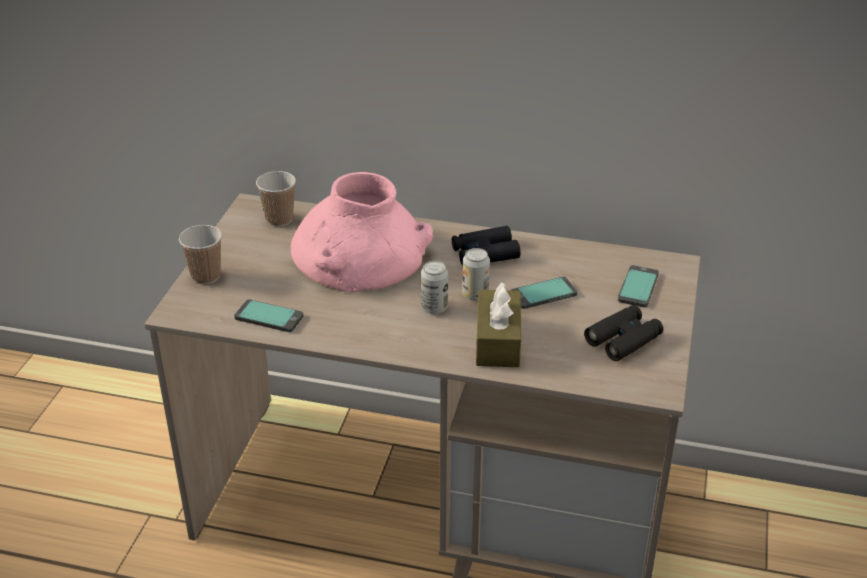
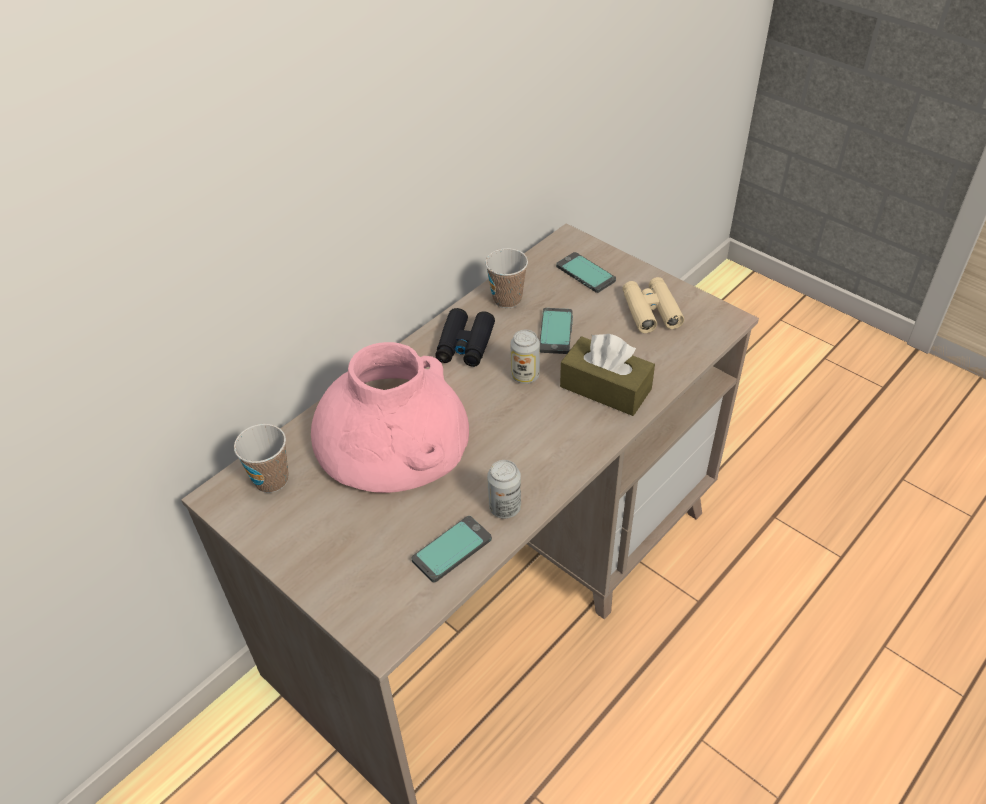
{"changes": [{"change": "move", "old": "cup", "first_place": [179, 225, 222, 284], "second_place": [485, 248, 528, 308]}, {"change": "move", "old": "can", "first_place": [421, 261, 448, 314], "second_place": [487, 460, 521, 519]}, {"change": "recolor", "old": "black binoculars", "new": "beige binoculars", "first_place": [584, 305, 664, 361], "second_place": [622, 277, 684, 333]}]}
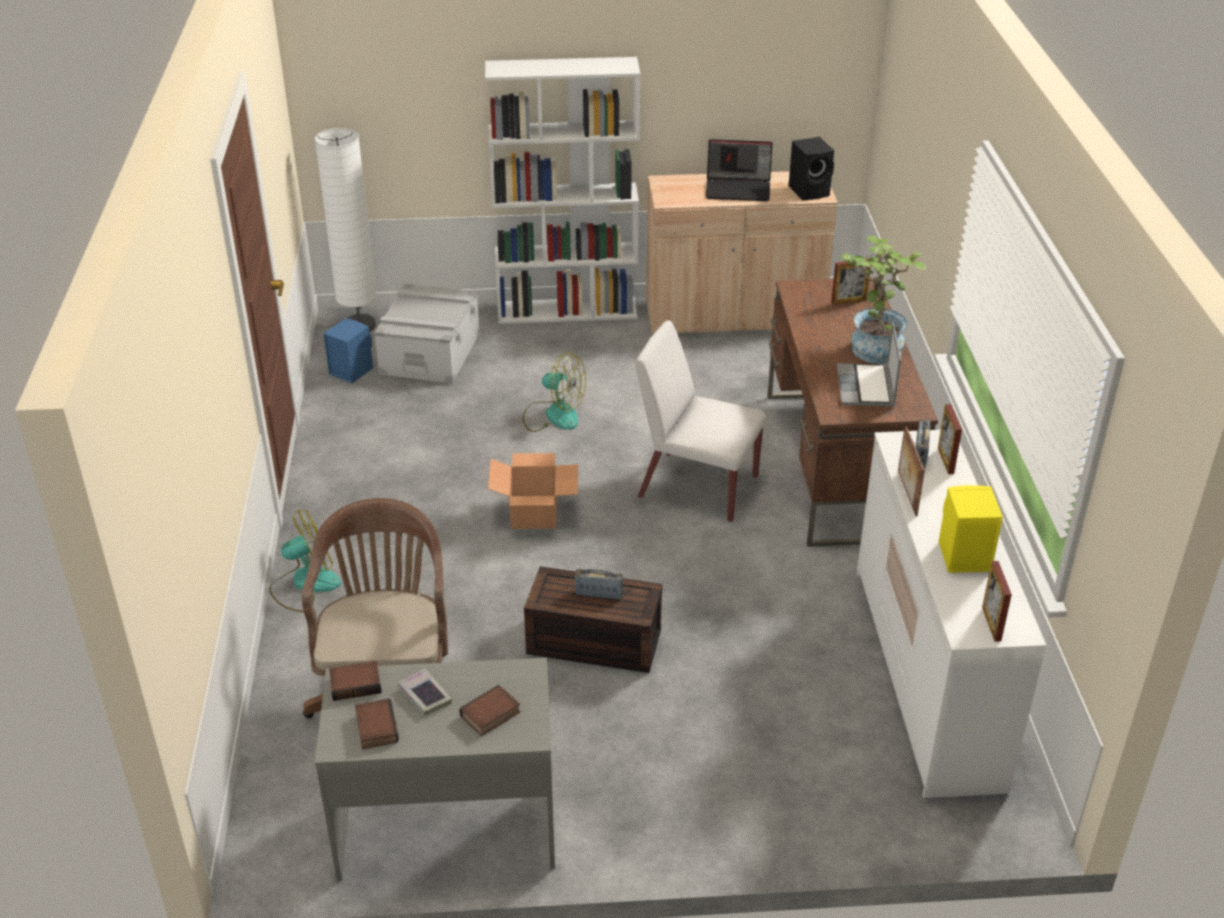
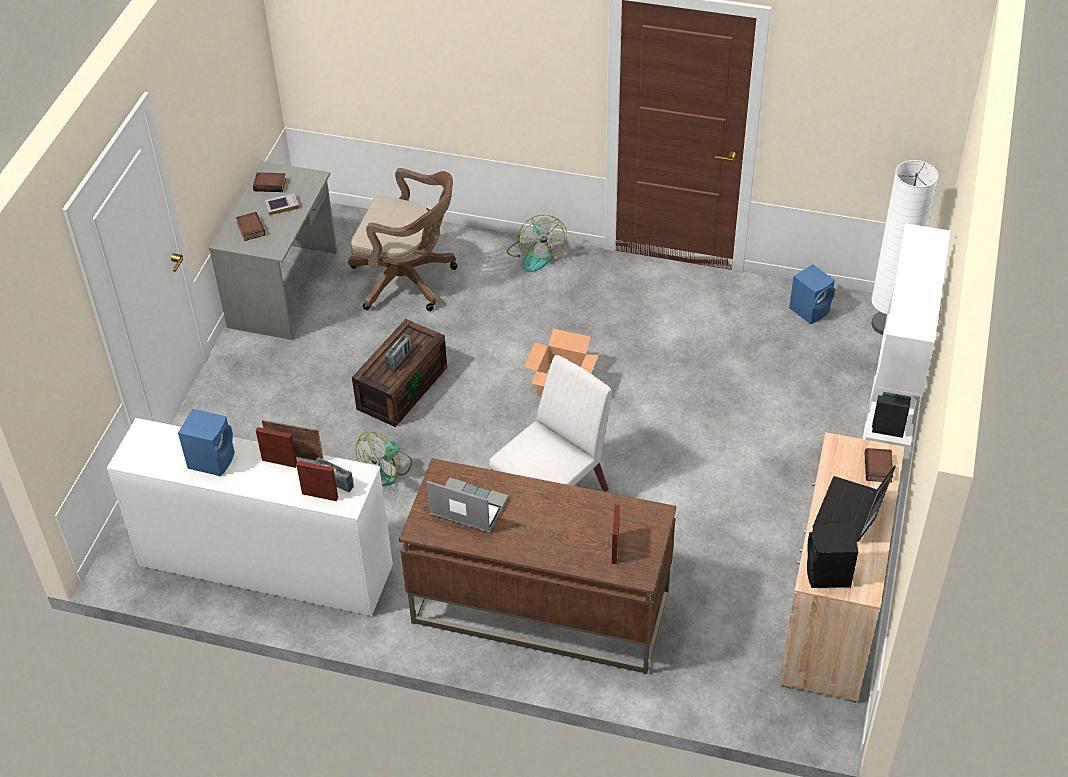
{"changes": [{"change": "delete", "old": "grey storage box", "first_place": [374, 284, 480, 384]}, {"change": "delete", "old": "potted plant", "first_place": [838, 235, 926, 364]}, {"change": "move", "old": "book", "first_place": [329, 661, 382, 701], "second_place": [865, 448, 893, 483]}, {"change": "move", "old": "fan", "first_place": [523, 352, 586, 432], "second_place": [356, 432, 412, 487]}, {"change": "move", "old": "picture frame", "first_place": [982, 561, 1012, 642], "second_place": [256, 427, 297, 468]}, {"change": "recolor", "old": "yellow speaker", "new": "blue speaker", "first_place": [938, 485, 1003, 573], "second_place": [178, 409, 235, 476]}]}
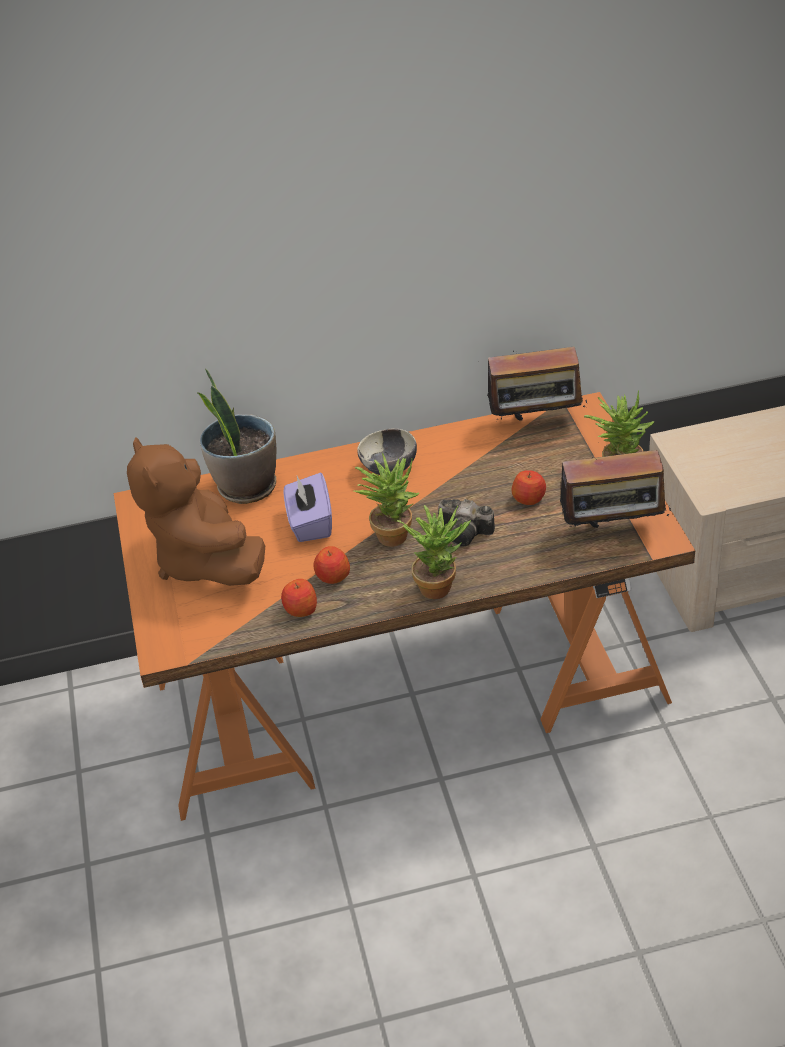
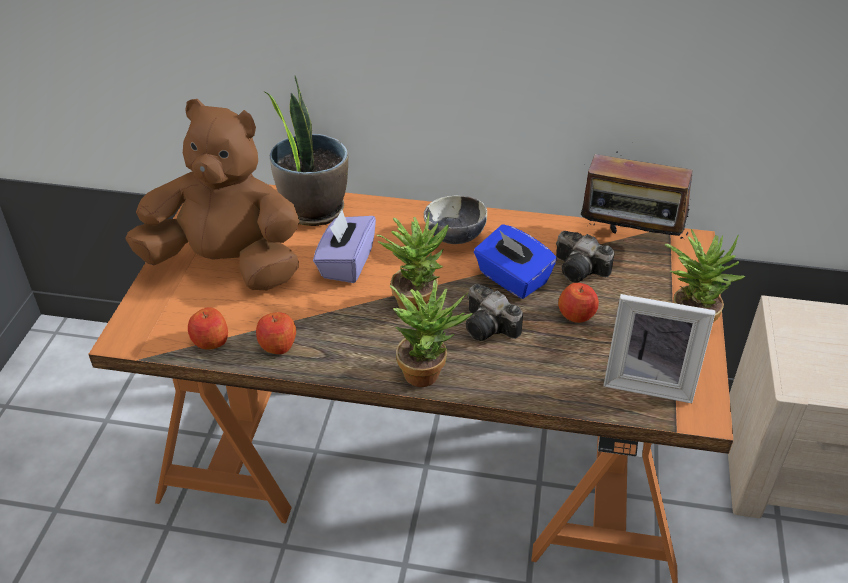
{"changes": [{"change": "insert", "new": "blue tissue box", "second_place": [474, 225, 557, 299]}, {"change": "insert", "new": "photo camera", "second_place": [556, 231, 614, 282]}, {"change": "move", "old": "apple", "first_place": [314, 546, 350, 584], "second_place": [188, 307, 228, 350]}, {"change": "replace", "old": "radio", "new": "picture frame", "first_place": [551, 450, 671, 528], "second_place": [604, 294, 715, 403]}, {"change": "rotate", "old": "brown plush toy", "first_place": [127, 437, 265, 586], "second_place": [125, 99, 299, 290], "degrees": 105}]}
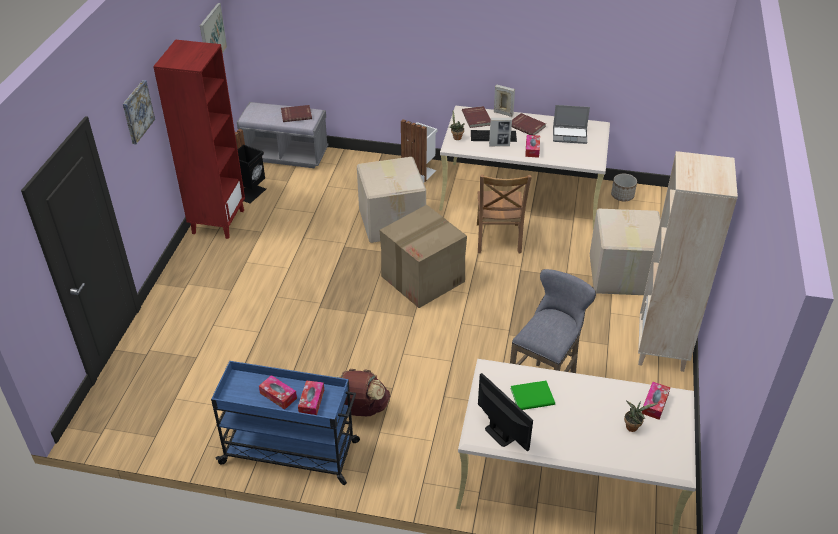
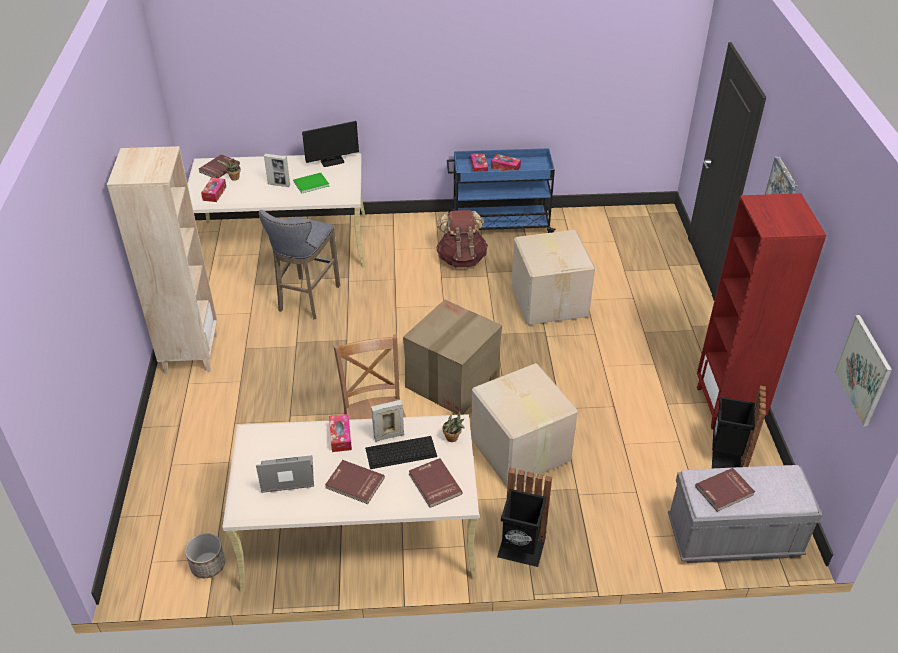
{"changes": [{"change": "insert", "new": "red book", "second_place": [199, 154, 240, 178]}, {"change": "move", "old": "picture frame", "first_place": [494, 85, 515, 117], "second_place": [264, 154, 290, 187]}, {"change": "move", "old": "cardboard box", "first_place": [590, 209, 661, 295], "second_place": [511, 230, 595, 325]}, {"change": "recolor", "old": "white trash can", "new": "black trash can", "first_place": [401, 119, 438, 183], "second_place": [497, 468, 552, 567]}, {"change": "rotate", "old": "monitor", "first_place": [478, 373, 533, 451], "second_place": [302, 121, 359, 167], "degrees": -60}]}
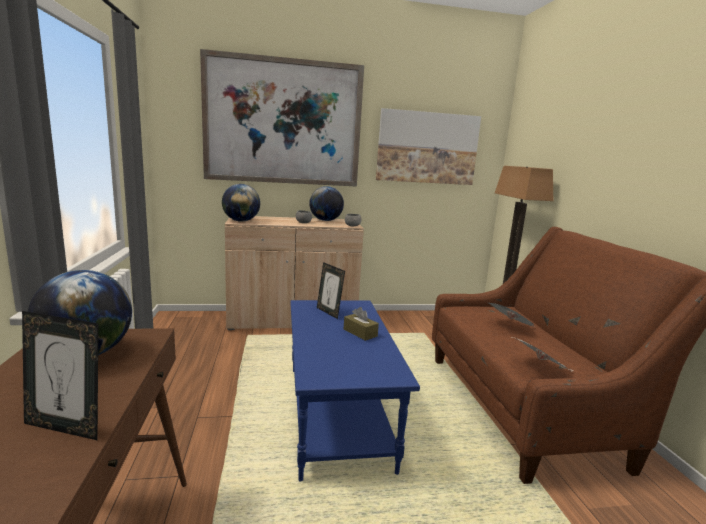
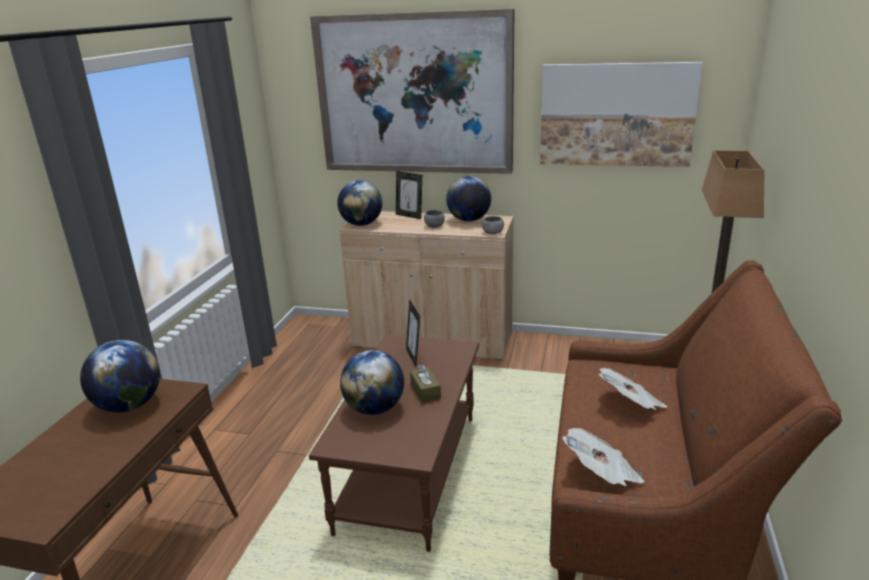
{"changes": [{"change": "insert", "new": "globe", "second_place": [340, 350, 404, 415]}, {"change": "move", "old": "picture frame", "first_place": [22, 311, 98, 440], "second_place": [396, 171, 422, 219]}, {"change": "recolor", "old": "blue coffee table", "new": "brown coffee table", "first_place": [290, 300, 420, 482], "second_place": [309, 334, 479, 552]}]}
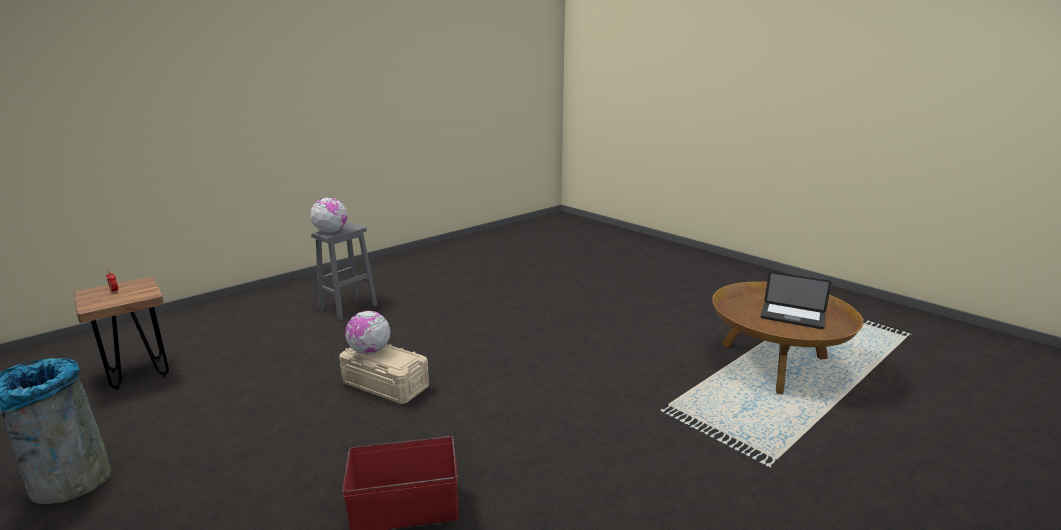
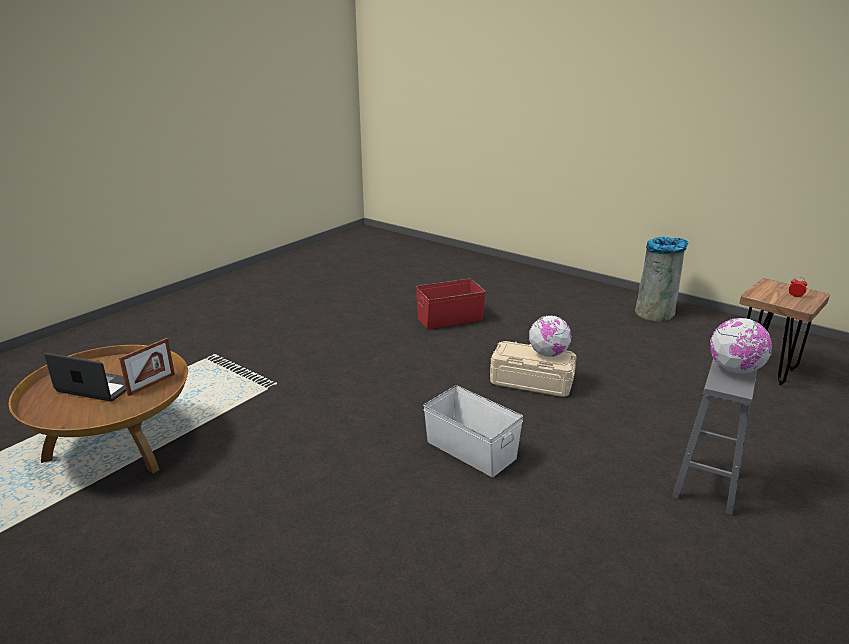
{"changes": [{"change": "insert", "new": "picture frame", "second_place": [119, 338, 175, 396]}, {"change": "insert", "new": "white storage box", "second_place": [423, 385, 523, 477]}]}
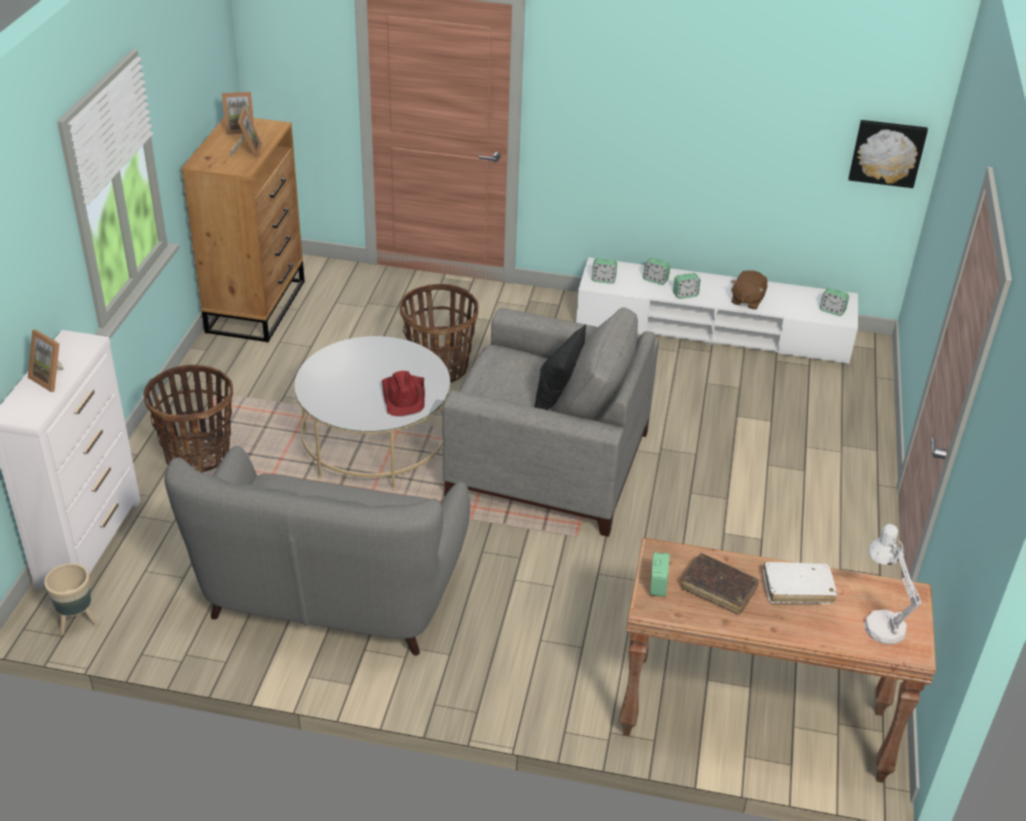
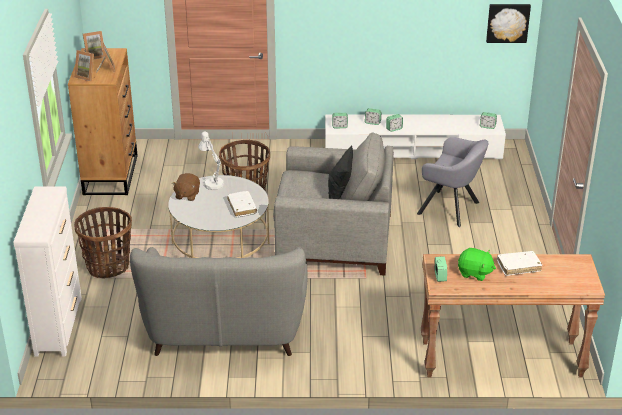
{"changes": [{"change": "delete", "old": "beige planter", "first_place": [44, 563, 98, 635]}, {"change": "insert", "new": "grey armchair", "second_place": [417, 137, 489, 227]}, {"change": "move", "old": "picture frame", "first_place": [28, 330, 64, 392], "second_place": [74, 50, 94, 81]}, {"change": "move", "old": "brown plush toy", "first_place": [731, 270, 768, 309], "second_place": [172, 173, 200, 201]}, {"change": "move", "old": "white table lamp", "first_place": [864, 524, 921, 645], "second_place": [198, 131, 224, 190]}, {"change": "replace", "old": "red hat", "new": "white book", "first_place": [382, 371, 425, 416], "second_place": [227, 191, 257, 217]}, {"change": "replace", "old": "brown book", "new": "green plush toy", "first_place": [681, 553, 759, 614], "second_place": [458, 248, 496, 281]}]}
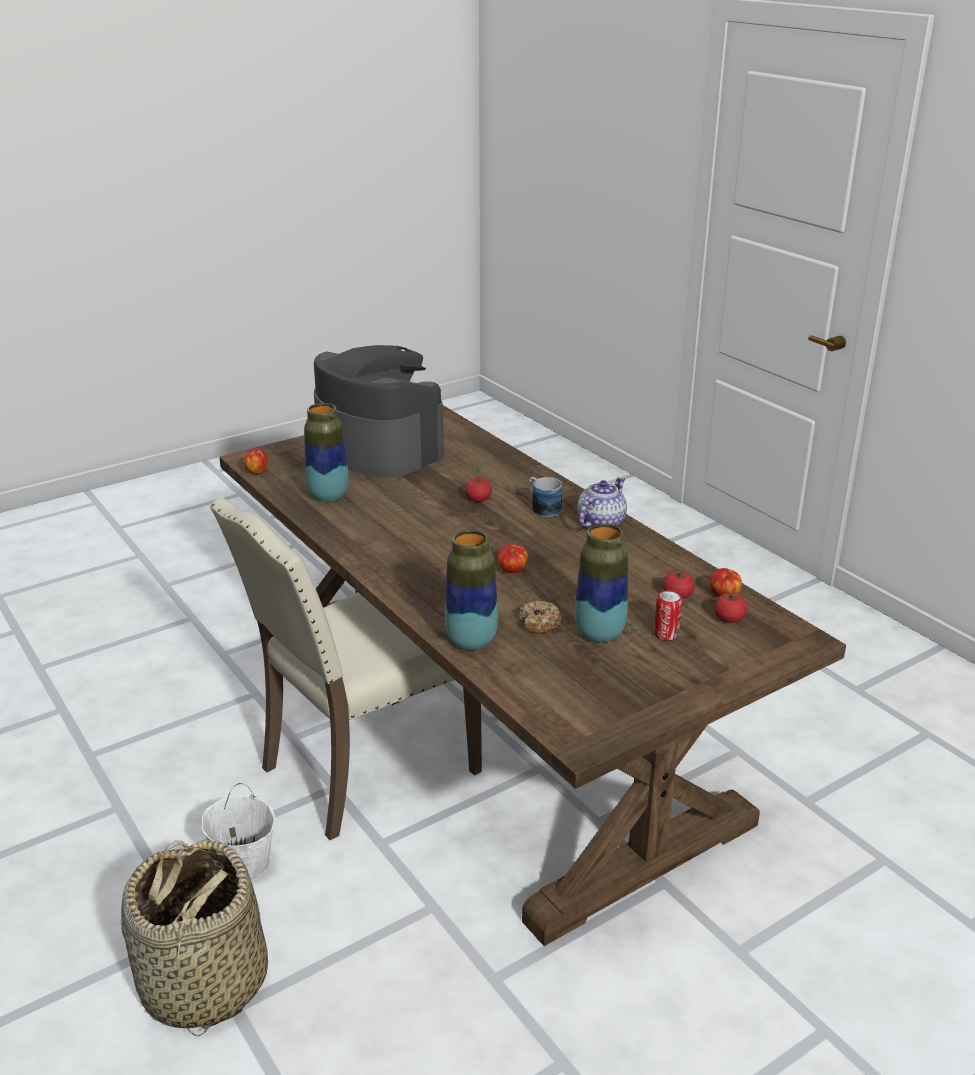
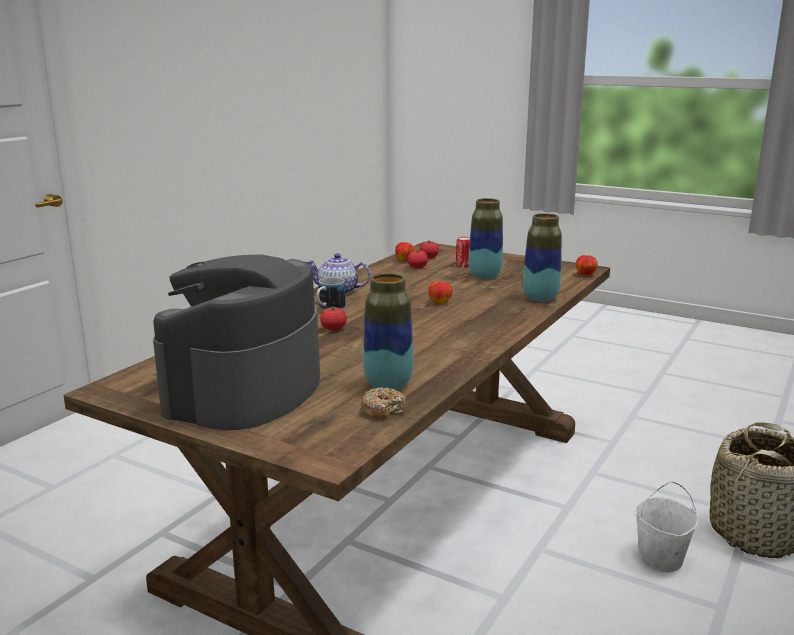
{"changes": [{"change": "delete", "old": "beige chair", "first_place": [210, 498, 482, 840]}, {"change": "move", "old": "apple", "first_place": [243, 449, 268, 474], "second_place": [576, 255, 598, 275]}, {"change": "move", "old": "donut", "first_place": [519, 601, 561, 634], "second_place": [361, 387, 407, 420]}]}
